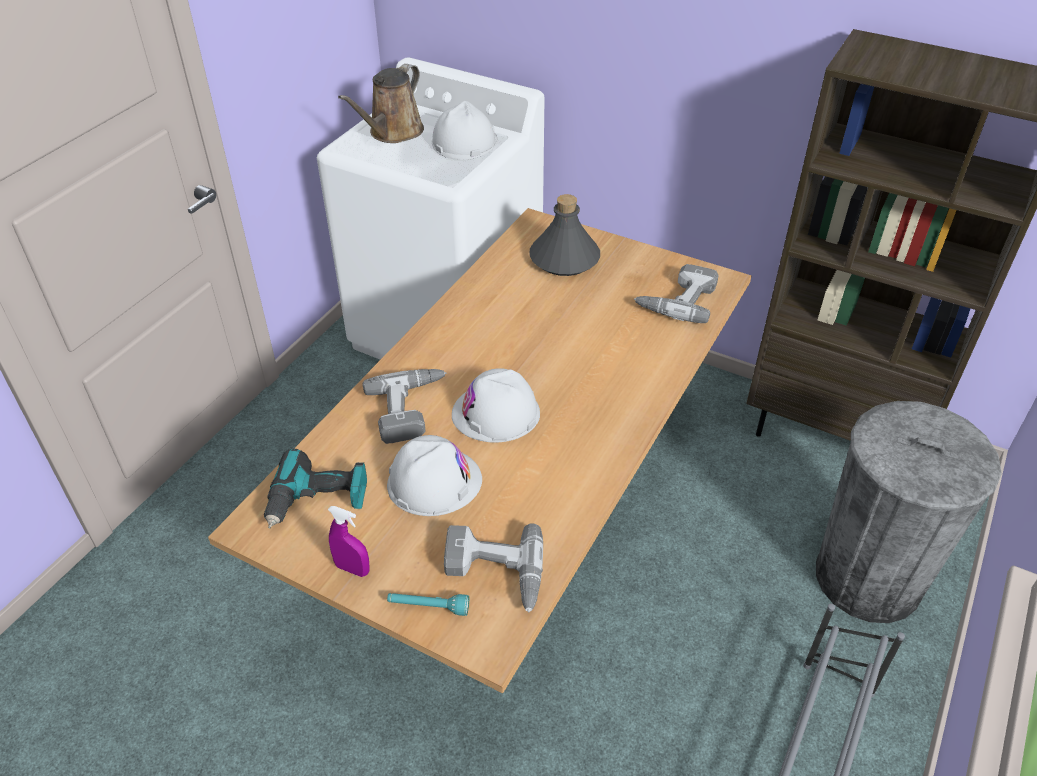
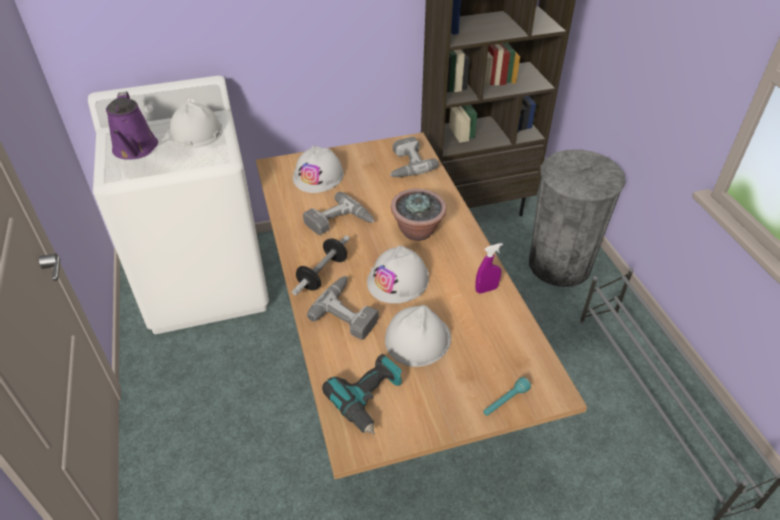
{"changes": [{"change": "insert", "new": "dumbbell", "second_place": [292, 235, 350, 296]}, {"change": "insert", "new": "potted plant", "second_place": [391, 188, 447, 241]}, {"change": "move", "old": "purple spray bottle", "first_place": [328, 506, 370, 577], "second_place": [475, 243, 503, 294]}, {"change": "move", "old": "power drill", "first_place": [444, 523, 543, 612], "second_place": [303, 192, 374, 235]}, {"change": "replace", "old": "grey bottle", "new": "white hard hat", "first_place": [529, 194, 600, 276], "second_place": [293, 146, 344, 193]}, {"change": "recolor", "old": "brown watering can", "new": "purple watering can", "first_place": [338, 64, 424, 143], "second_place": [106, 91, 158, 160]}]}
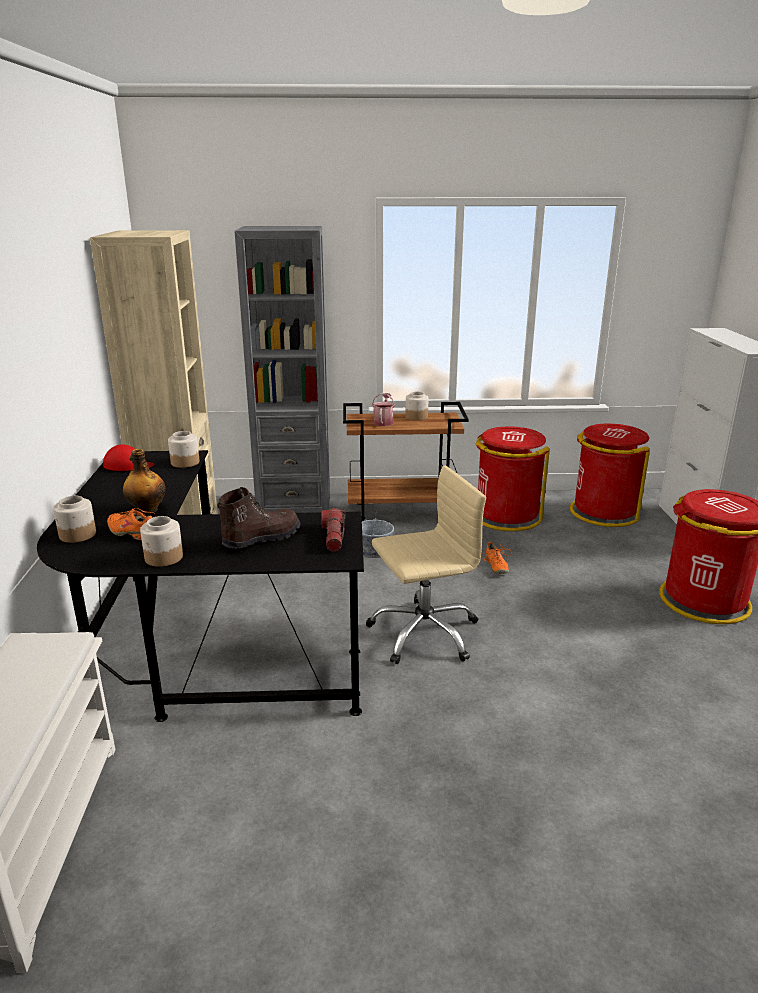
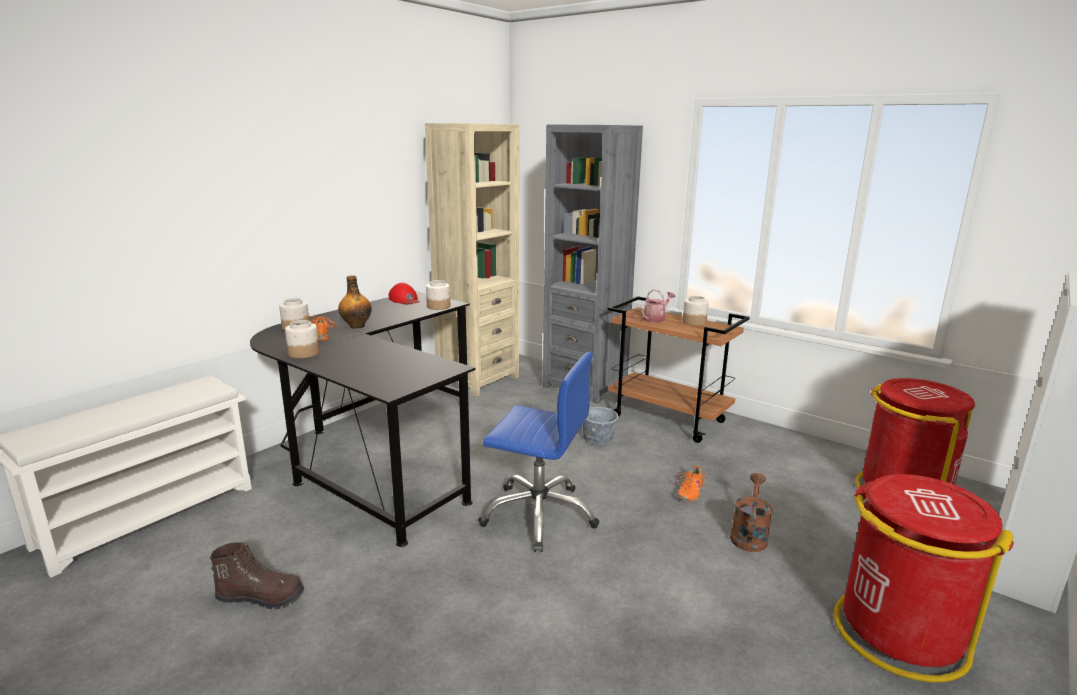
{"changes": [{"change": "delete", "old": "flashlight", "first_place": [321, 508, 346, 552]}, {"change": "delete", "old": "red trash can", "first_place": [476, 426, 550, 531]}, {"change": "insert", "new": "brown watering can", "second_place": [730, 473, 773, 552]}, {"change": "move", "old": "brown boot", "first_place": [217, 487, 300, 549], "second_place": [210, 542, 304, 610]}, {"change": "recolor", "old": "beige office chair", "new": "blue office chair", "first_place": [366, 465, 486, 664], "second_place": [478, 352, 599, 552]}]}
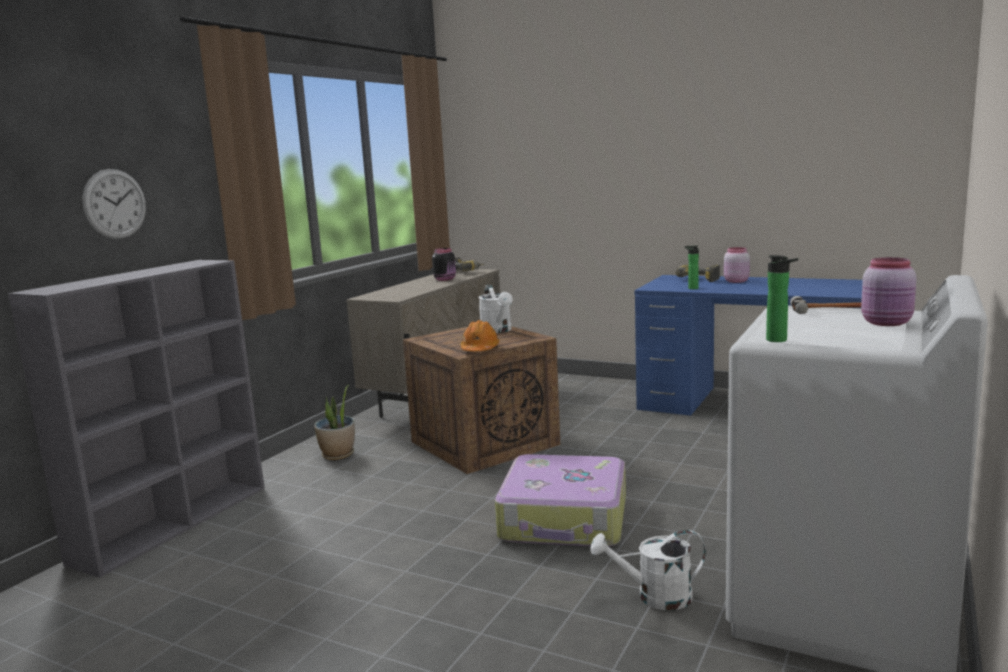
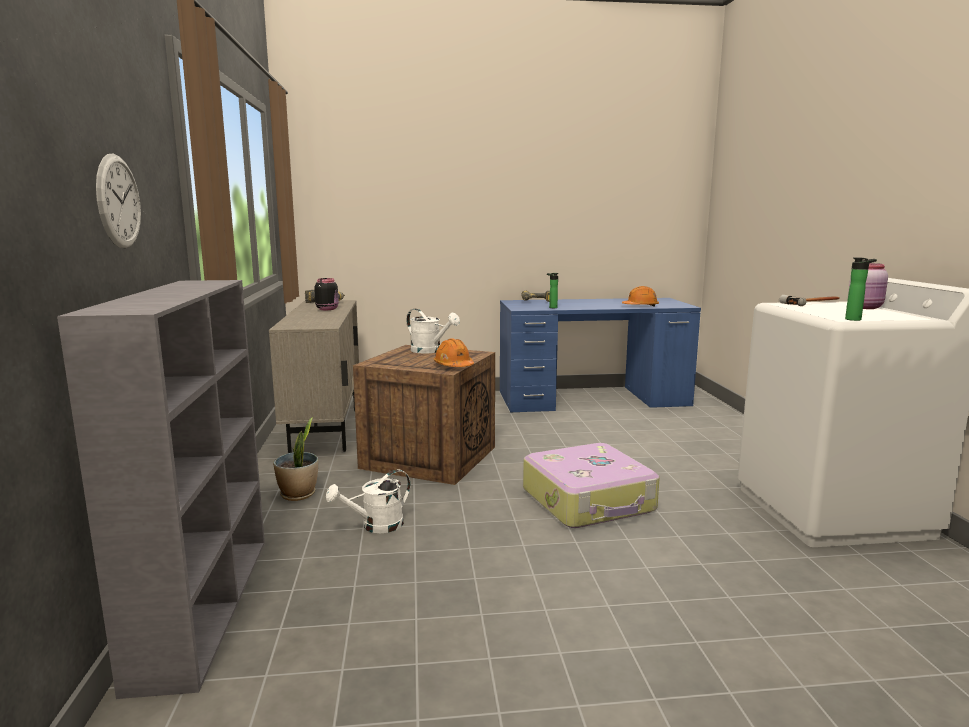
{"changes": [{"change": "delete", "old": "pink jar", "first_place": [724, 247, 750, 283]}, {"change": "insert", "new": "orange hard hat", "second_place": [622, 286, 659, 307]}, {"change": "move", "old": "white watering can", "first_place": [591, 530, 706, 610], "second_place": [326, 470, 410, 533]}]}
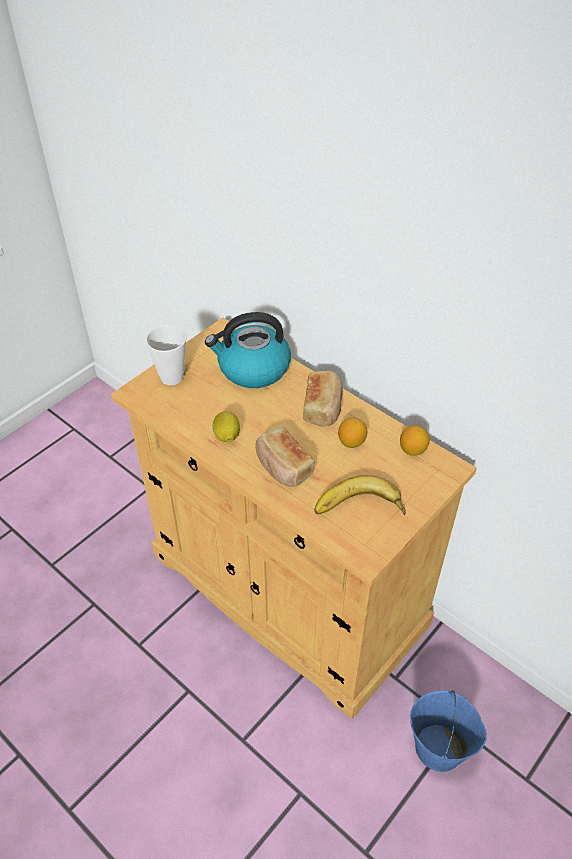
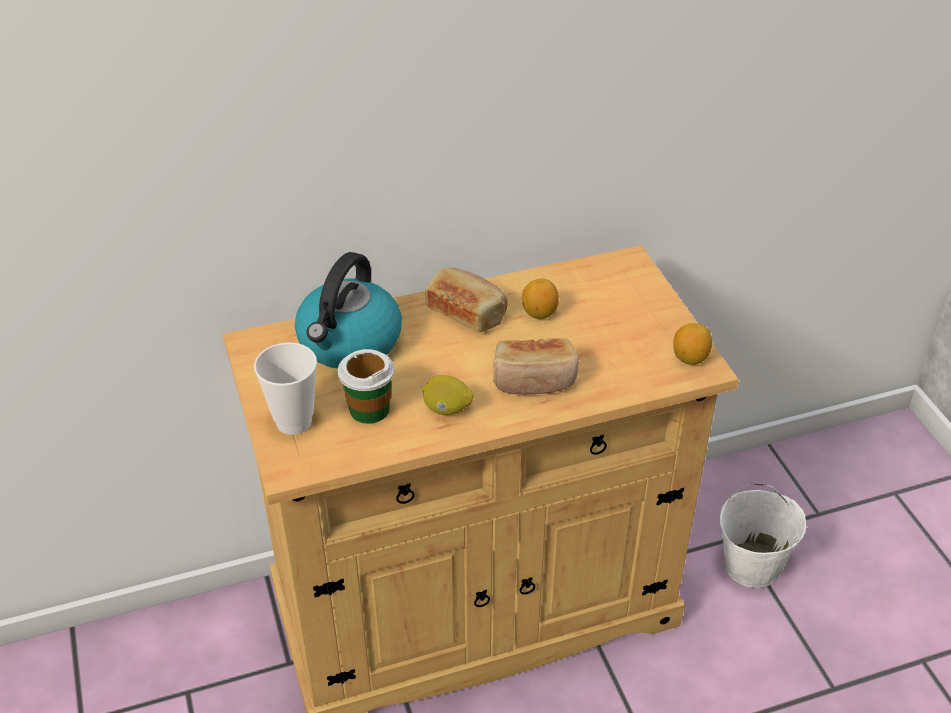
{"changes": [{"change": "delete", "old": "banana", "first_place": [314, 475, 406, 515]}, {"change": "insert", "new": "cup", "second_place": [338, 349, 394, 424]}, {"change": "move", "old": "lemon", "first_place": [400, 425, 430, 456], "second_place": [673, 323, 712, 365]}, {"change": "recolor", "old": "blue bucket", "new": "white bucket", "first_place": [410, 690, 487, 772], "second_place": [720, 484, 806, 588]}]}
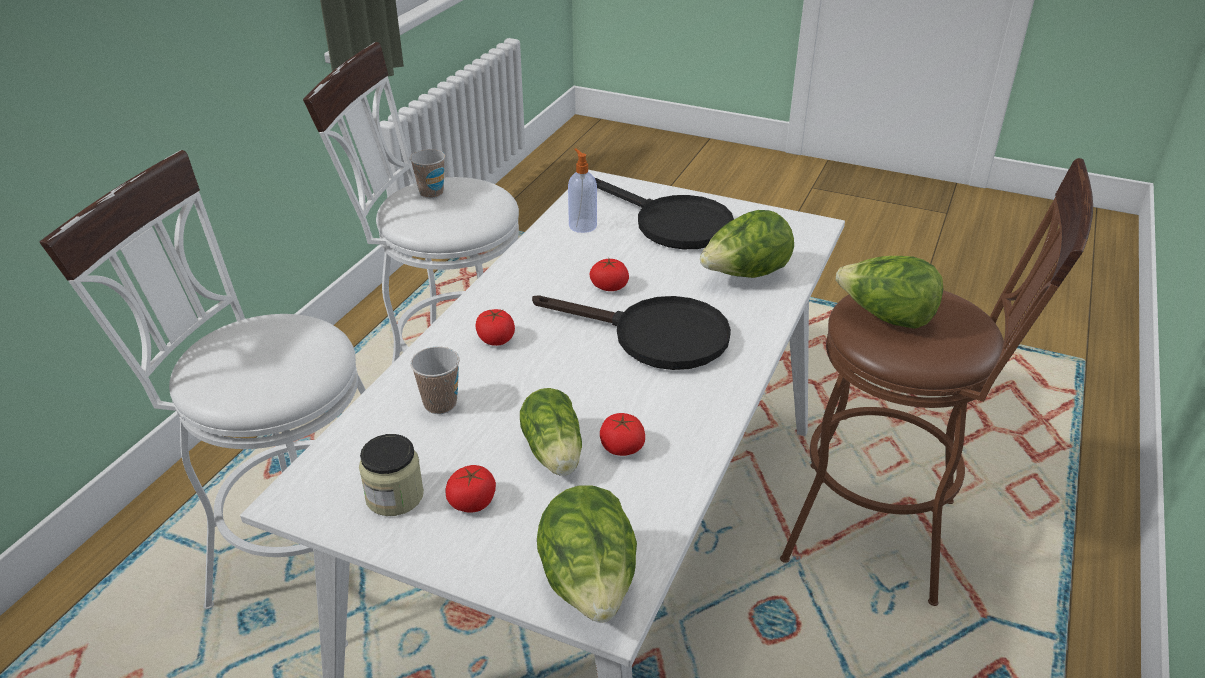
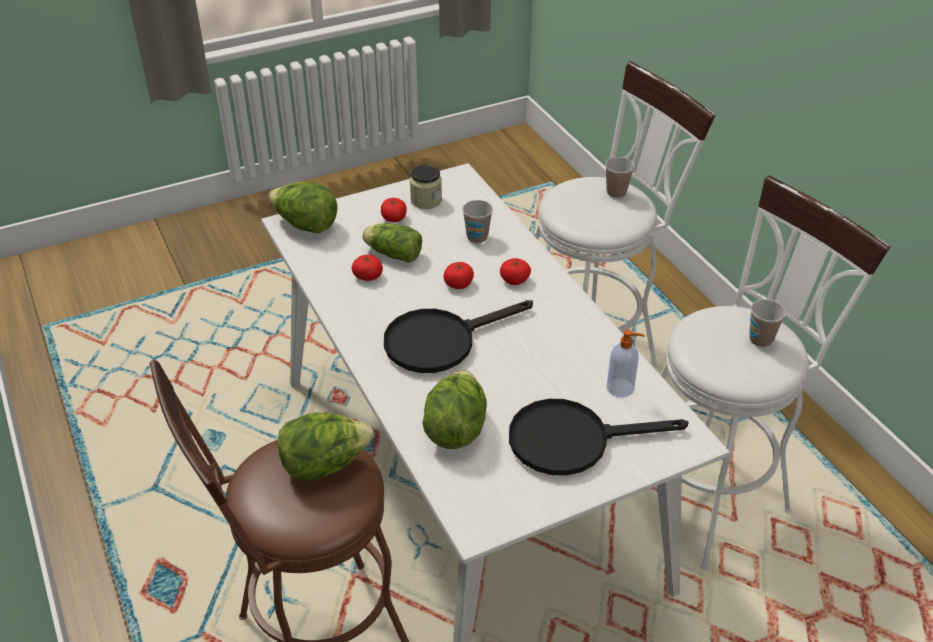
{"changes": [{"change": "insert", "new": "cup", "second_place": [605, 157, 634, 198]}, {"change": "move", "old": "tomato", "first_place": [589, 259, 629, 291], "second_place": [444, 262, 474, 289]}]}
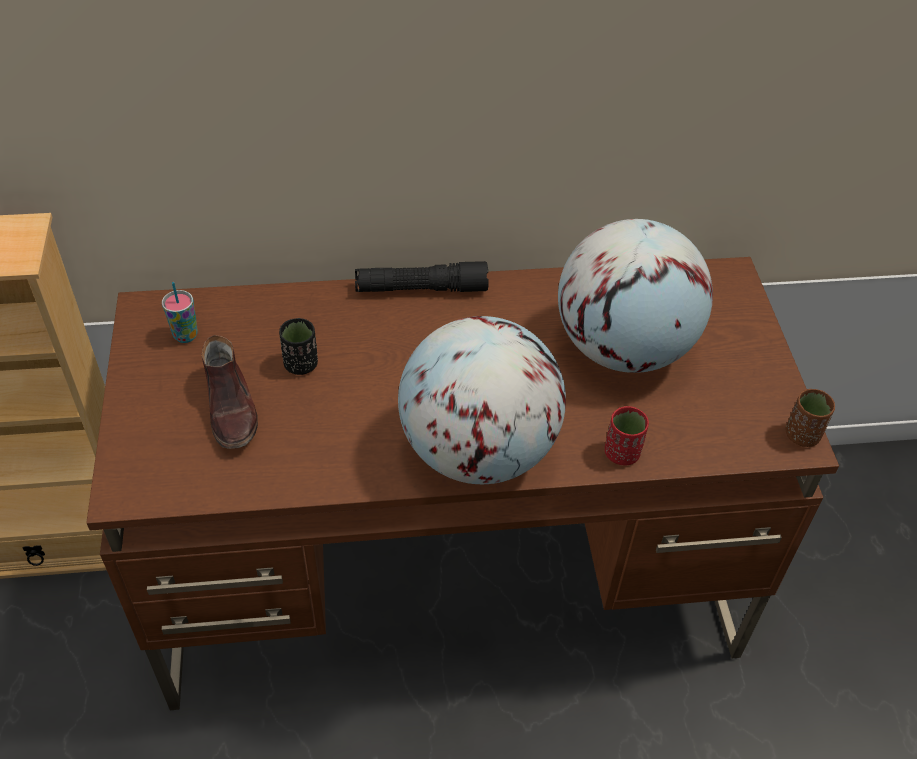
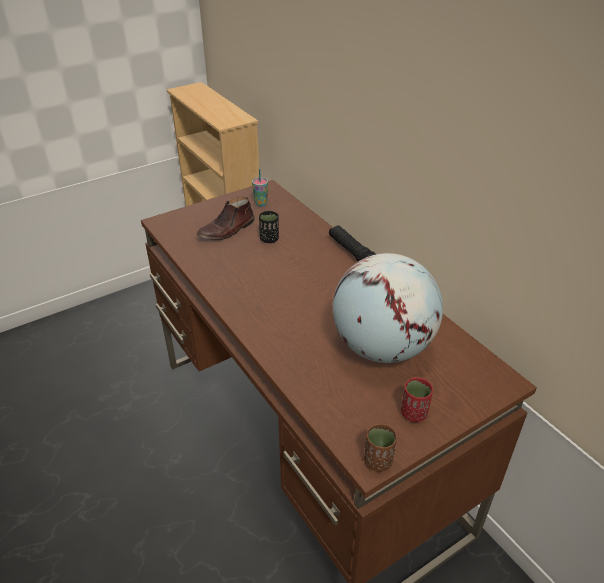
{"changes": [{"change": "delete", "old": "globe", "first_place": [398, 316, 566, 484]}, {"change": "move", "old": "red cup", "first_place": [605, 406, 649, 466], "second_place": [401, 377, 433, 422]}]}
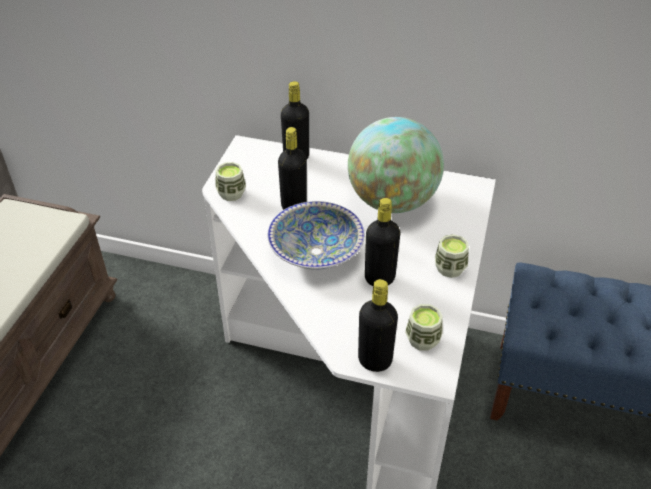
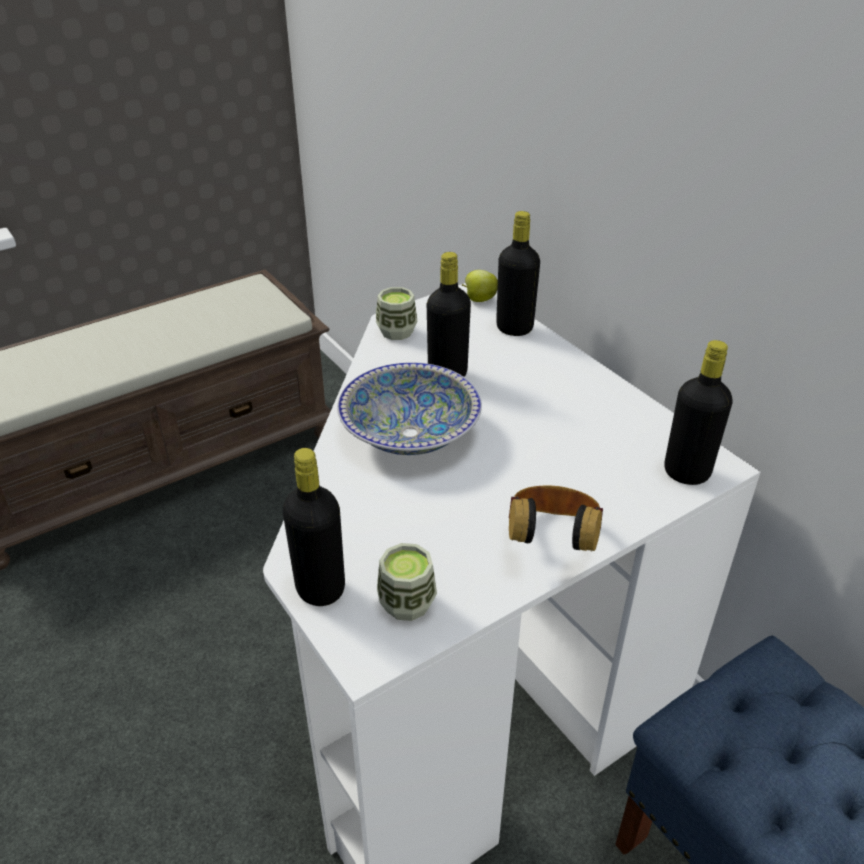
{"changes": [{"change": "delete", "old": "globe", "first_place": [348, 117, 444, 213]}, {"change": "insert", "new": "apple", "second_place": [461, 270, 498, 302]}, {"change": "move", "old": "black bottle", "first_place": [365, 198, 400, 286], "second_place": [664, 340, 732, 485]}, {"change": "replace", "old": "cup", "new": "headphones", "first_place": [435, 234, 469, 278], "second_place": [509, 486, 603, 551]}]}
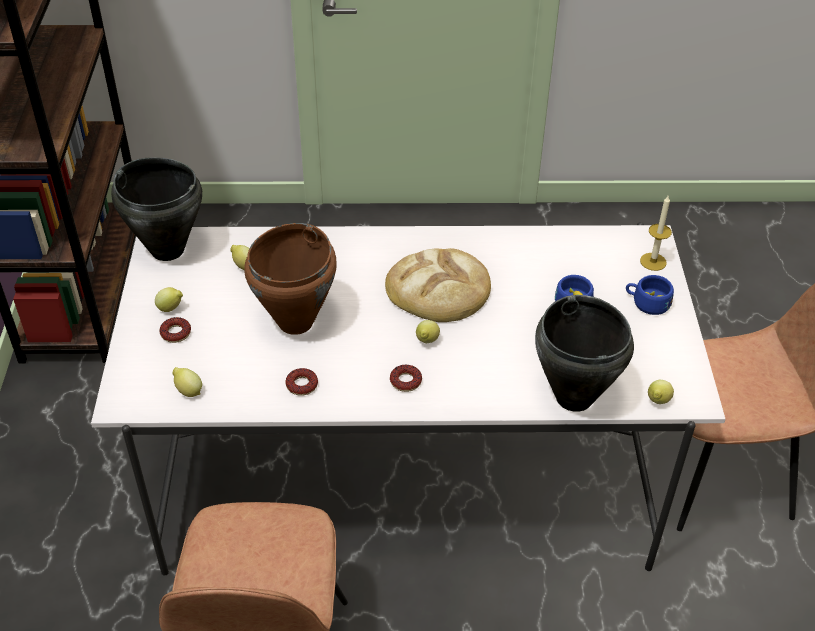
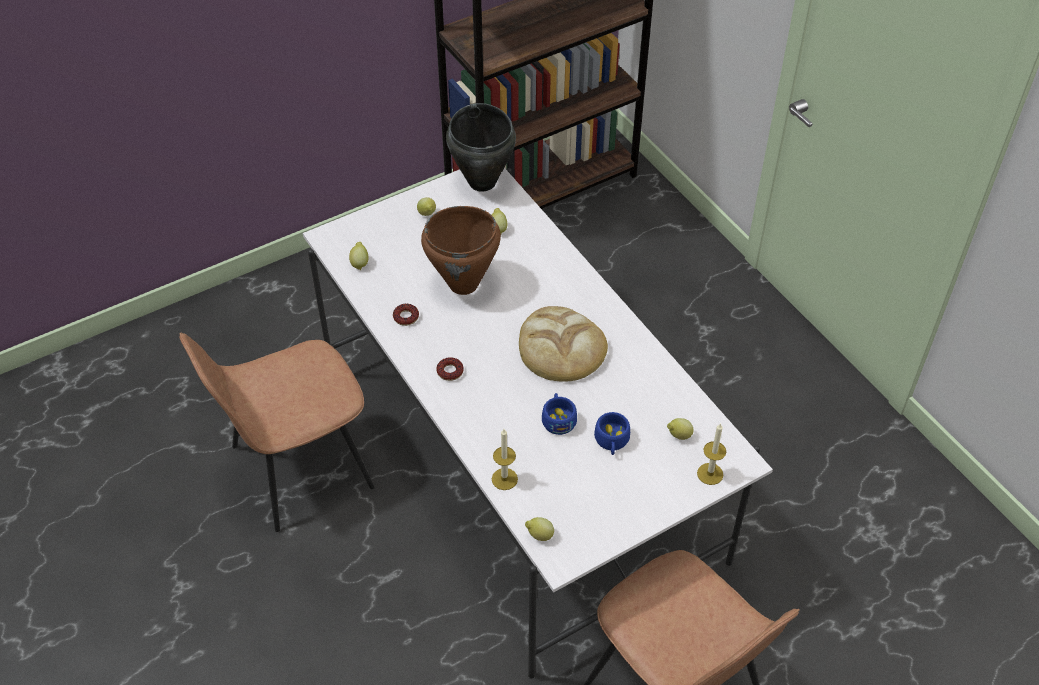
{"changes": [{"change": "delete", "old": "donut", "first_place": [159, 317, 191, 343]}, {"change": "move", "old": "lemon", "first_place": [416, 320, 440, 343], "second_place": [667, 418, 694, 440]}, {"change": "move", "old": "blue cup", "first_place": [626, 275, 674, 315], "second_place": [542, 393, 577, 435]}, {"change": "replace", "old": "black cooking pot", "new": "candle", "first_place": [535, 295, 634, 412], "second_place": [492, 429, 518, 490]}]}
